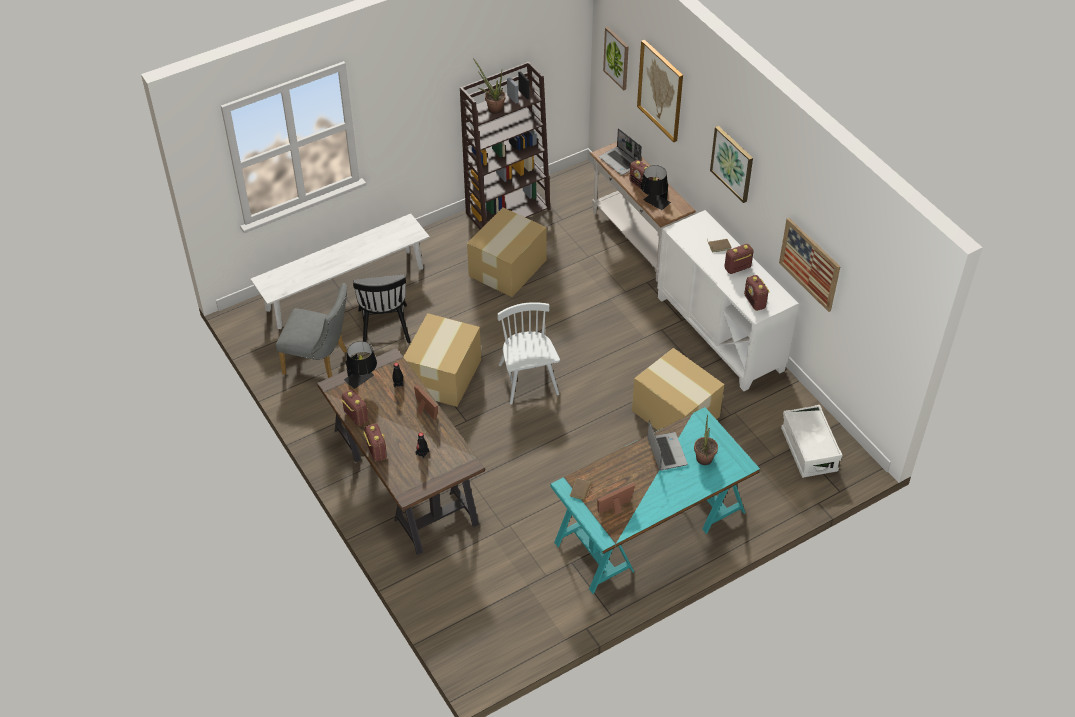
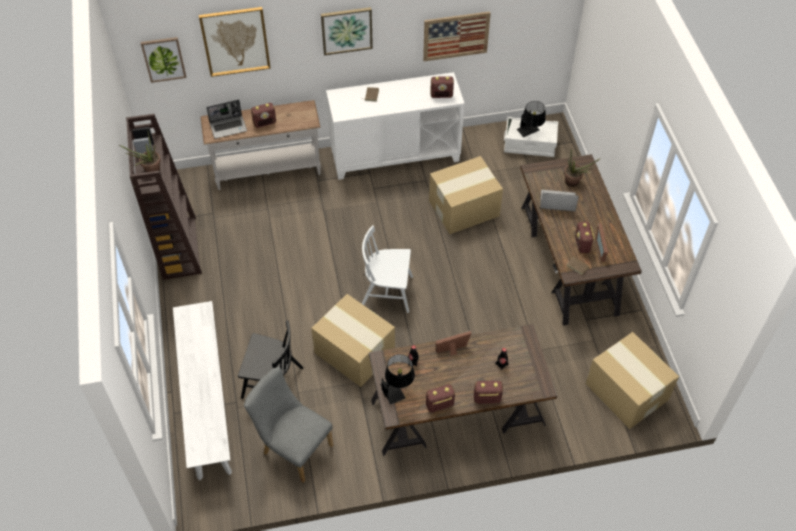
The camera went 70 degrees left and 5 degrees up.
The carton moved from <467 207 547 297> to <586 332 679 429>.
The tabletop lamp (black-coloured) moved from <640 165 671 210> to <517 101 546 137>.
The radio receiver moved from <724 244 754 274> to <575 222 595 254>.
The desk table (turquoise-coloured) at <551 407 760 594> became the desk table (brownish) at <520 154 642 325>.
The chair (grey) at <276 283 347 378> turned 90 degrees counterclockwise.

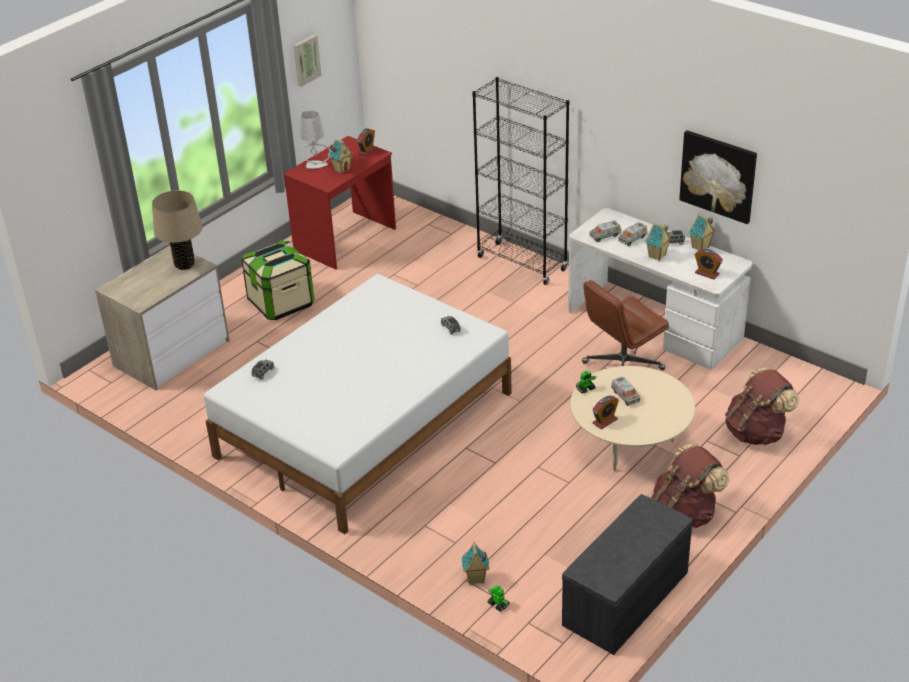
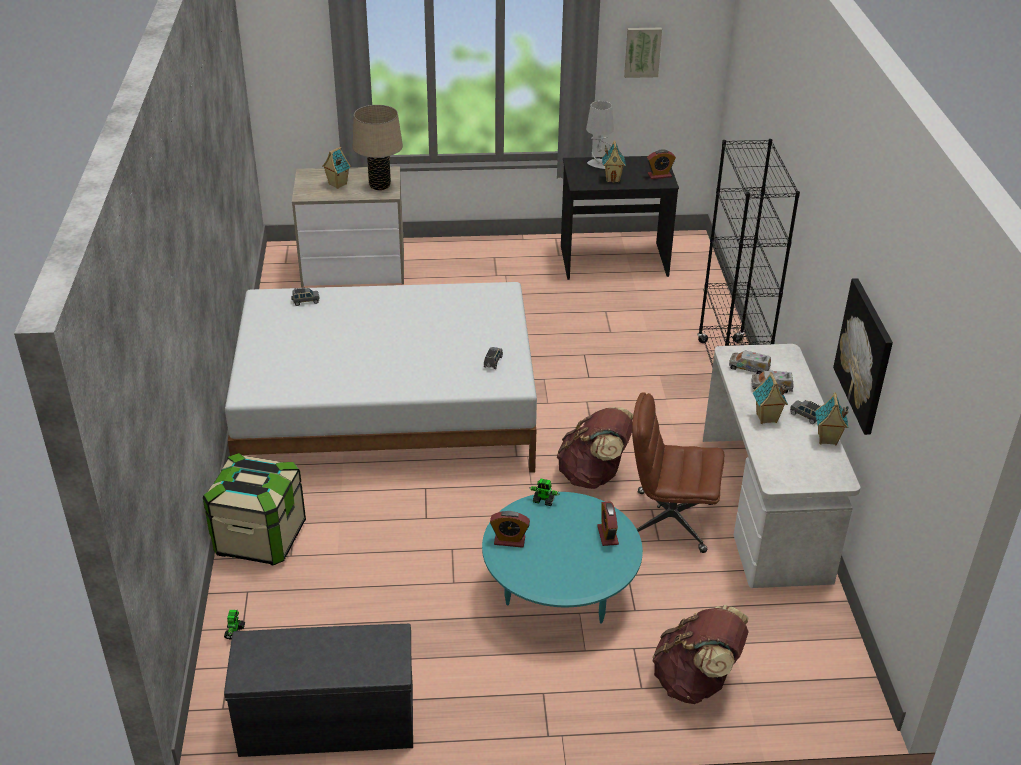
The camera went 45 degrees right and 0 degrees up.
The toy lorry at <611 376 640 406> disappeared.
The storage box moved from <241 240 314 320> to <203 453 306 565>.
The model house moved from <462 541 489 585> to <322 147 351 189>.
The rucksack (brownish) moved from <651 444 730 528> to <557 407 633 489>.
The bedside clock moved from <695 249 723 279> to <597 502 619 546>.
The desk table (red-coloured) at <283 136 396 270> became the desk table (black-coloured) at <561 156 679 280>.
The low table (sand-coloured) at <570 366 695 471> became the low table (turquoise-coloured) at <482 492 643 623>.

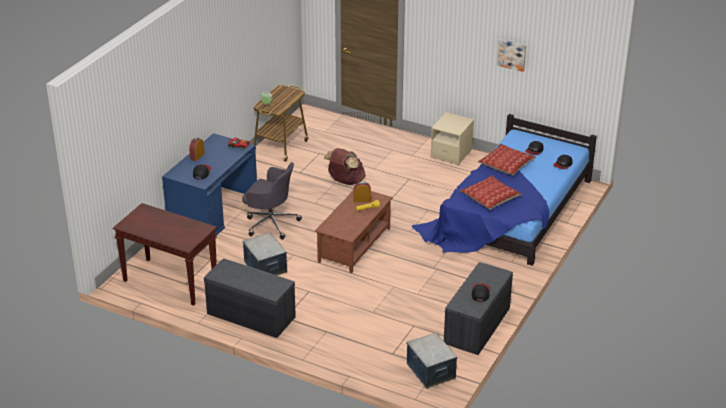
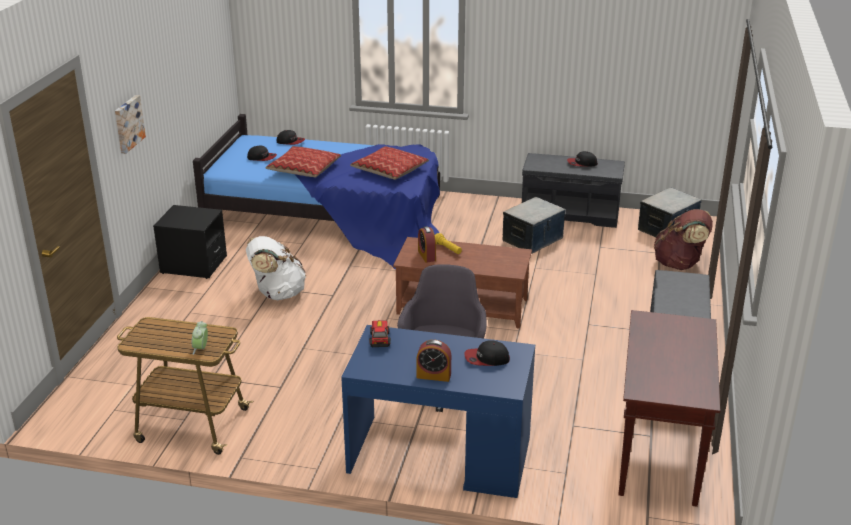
The camera went 105 degrees left and 5 degrees down.
The rucksack (whitish) at <246 236 306 300> appeared.
The storage box moved from <243 233 287 276> to <502 197 566 254>.
The rucksack (brownish) moved from <324 148 366 185> to <654 209 713 270>.
The wall art moved from <497 39 526 72> to <115 95 146 154>.
The bedside table (sand-coloured) at <431 112 474 165> became the bedside table (black-coloured) at <153 205 227 279>.

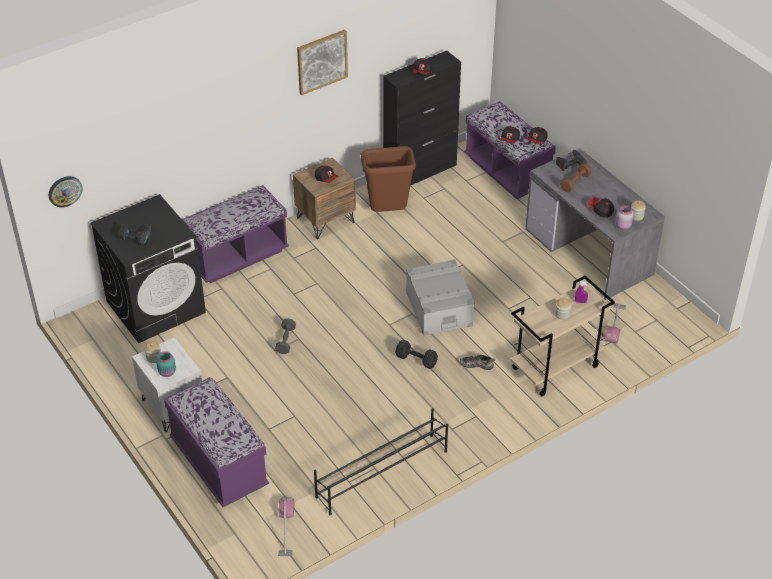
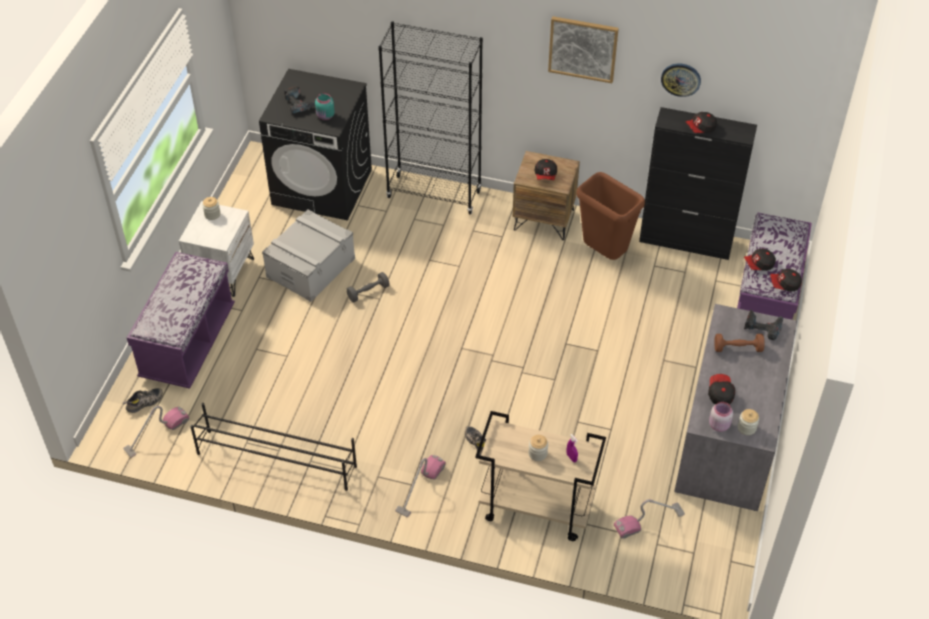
The camera went 50 degrees right and 5 degrees up.
The dumbbell (black-coloured) at <395 339 438 369> disappeared.
The low shoe at <123 388 163 413> appeared.
The hoover at <395 455 446 517> appeared.
The hanging clock moved from <49 176 83 207> to <661 63 701 97>.
The jar (turquoise-coloured) moved from <156 351 176 377> to <315 93 334 120>.
The storage box (grey) moved from <406 259 475 336> to <262 210 355 302>.
The long seat (purple-coloured) at <182 185 289 283> was replaced by the bookshelf (black-coloured) at <378 21 483 214>.

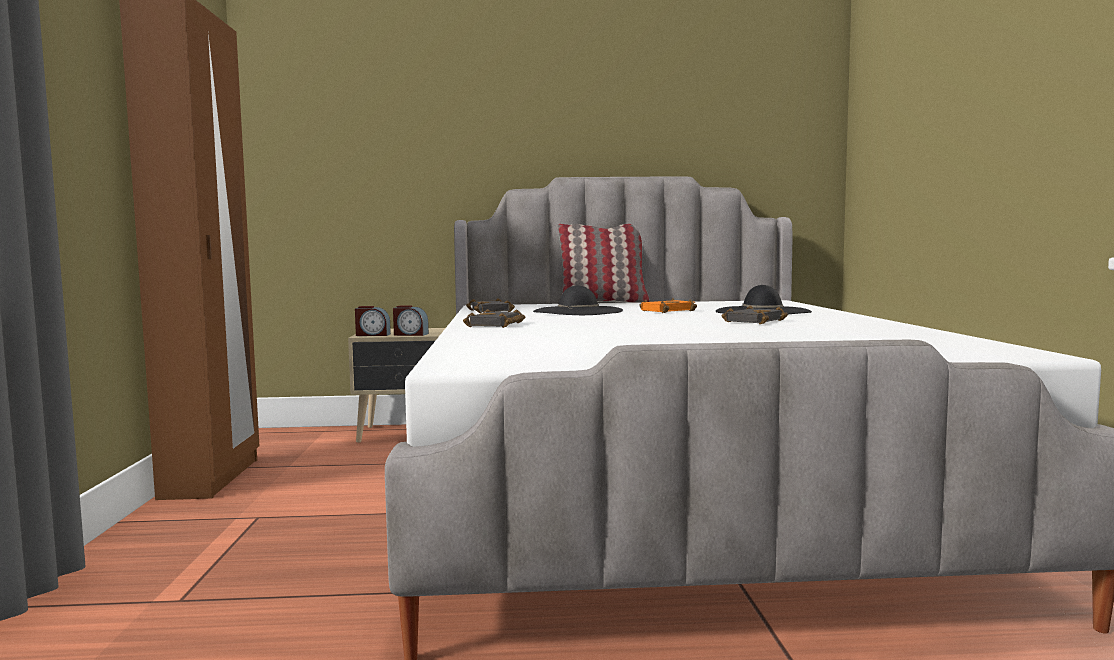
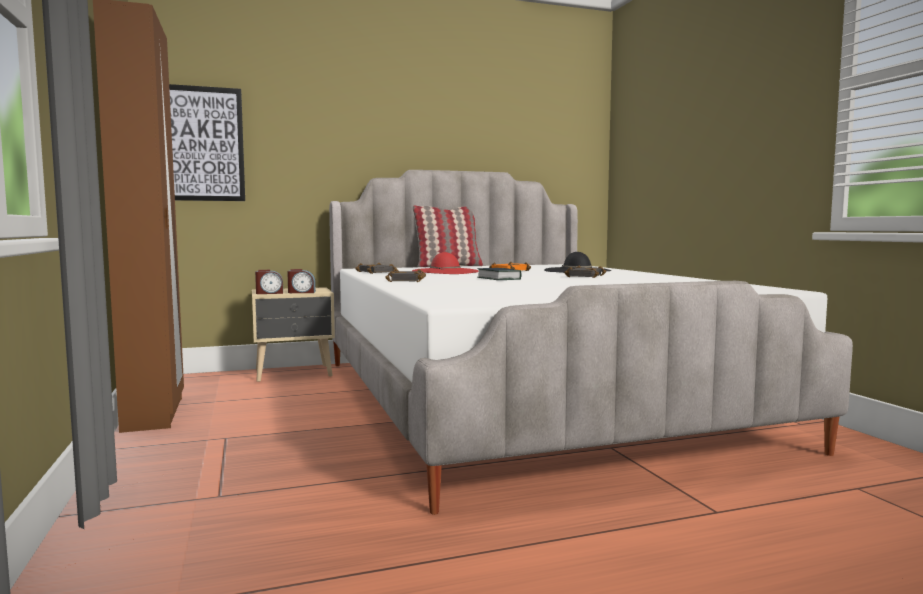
The camera went 15 degrees left and 0 degrees up.
The wall art at <169 84 245 201> appeared.
The volume at <477 268 522 280> appeared.
The clothing hat (black-coloured) at <533 286 623 315> became the clothing hat (red-coloured) at <412 252 479 274>.

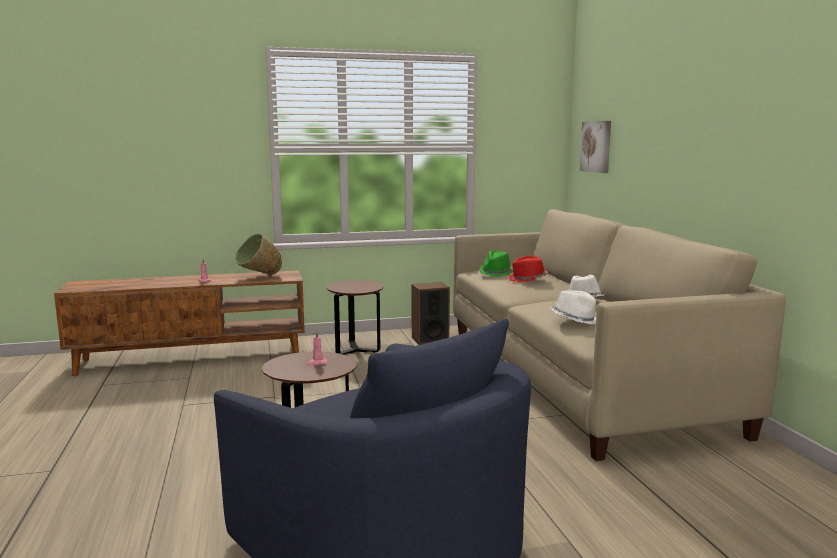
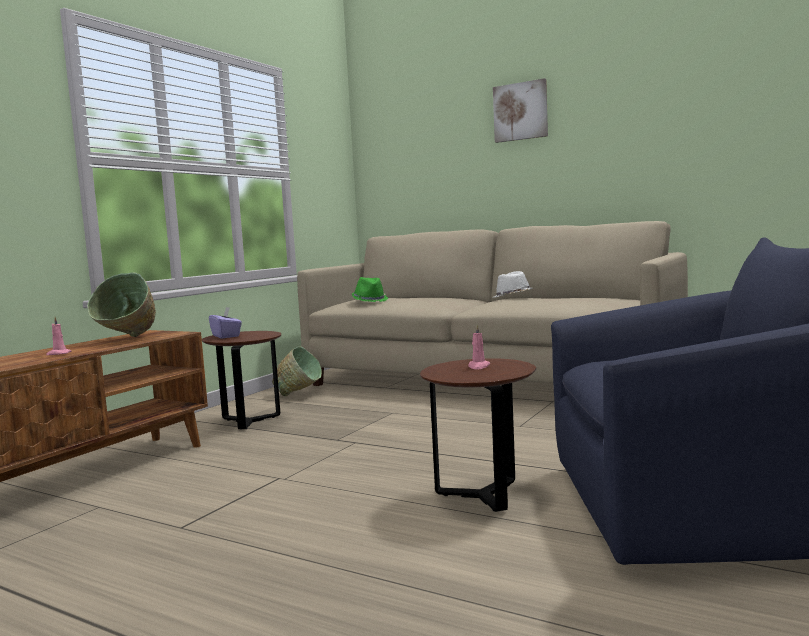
The camera went 45 degrees left and 5 degrees down.
The clothing hat (red-coloured) at <509 256 548 282> disappeared.
The clothing hat (whitish) at <550 290 596 324> disappeared.
The box of tissues (purple-coloured) at <209 307 242 338> appeared.
The wall art moved from <580 121 611 173> to <493 78 548 143>.
The speaker at <412 282 450 345> was replaced by the bowl (green-coloured) at <272 346 322 396>.

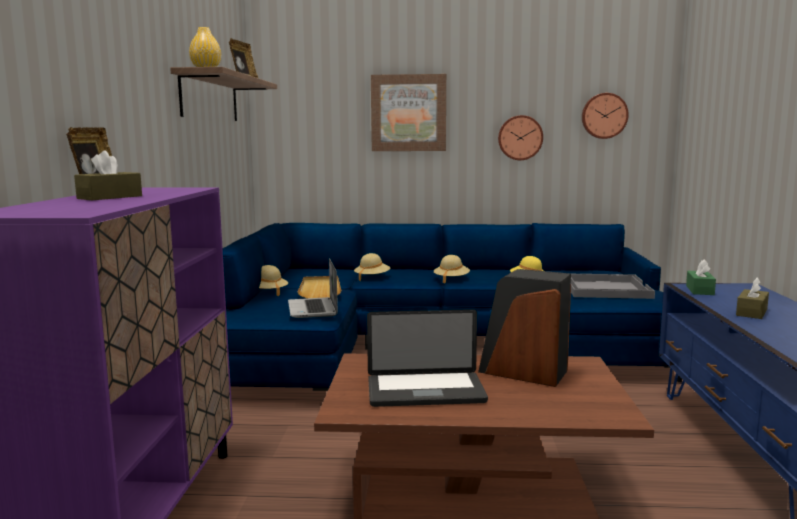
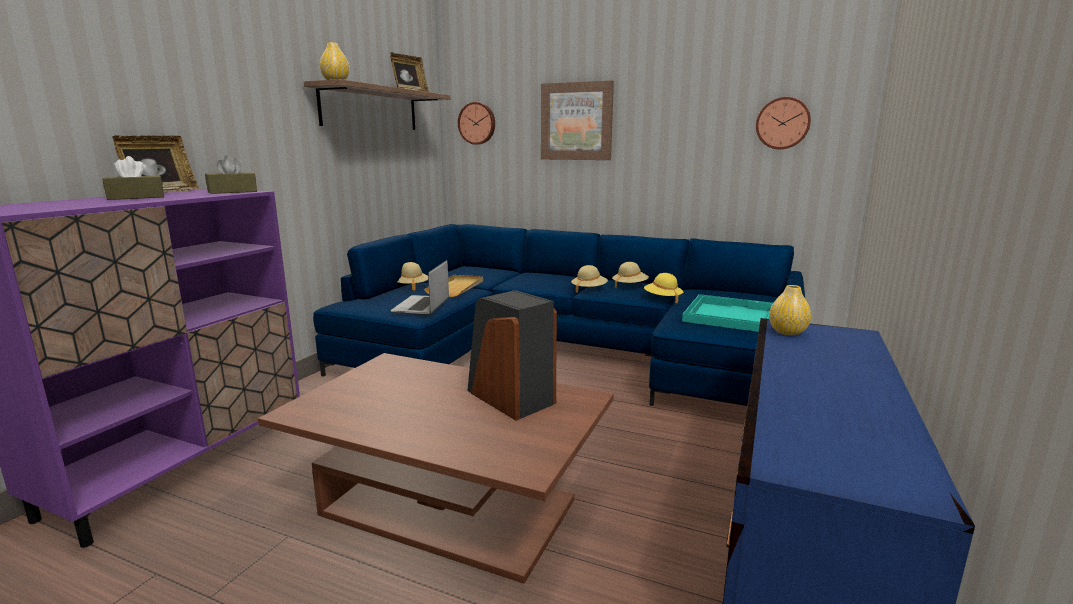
The camera went 20 degrees right and 5 degrees up.
The portable computer at <367 309 488 407> disappeared.
The clothing hat (sand-coloured) moved from <354 253 390 281> to <612 262 649 288>.
The hanging clock moved from <498 115 543 160> to <458 102 495 145>.
The box of tissues (brownish) moved from <736 277 769 319> to <205 155 257 194>.
The box of tissues (green-coloured) at <686 259 716 295> was replaced by the flower vase (yellow-coloured) at <769 285 811 336>.
The tray (grey) at <571 274 655 299> became the tray (turquoise-coloured) at <682 294 773 332>.

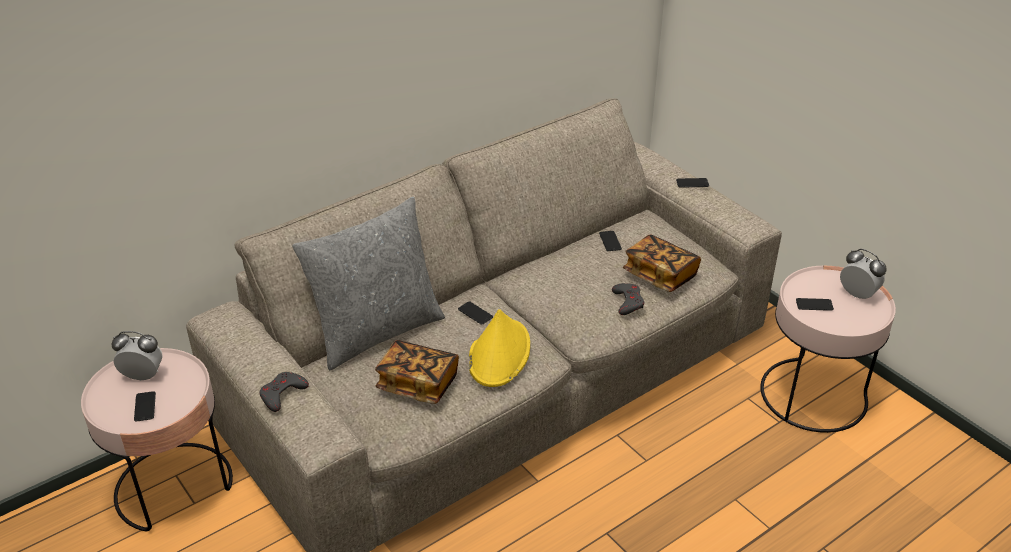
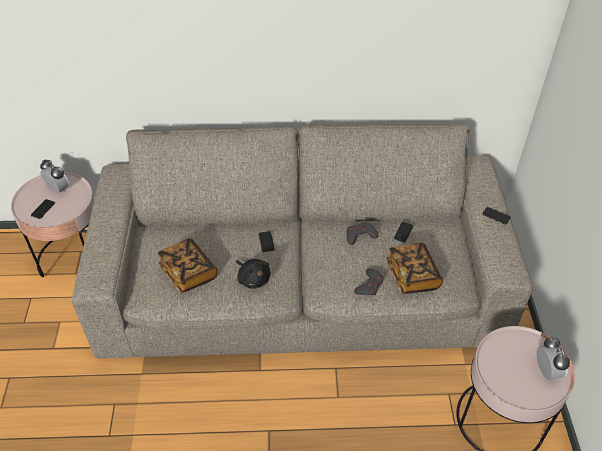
The camera went 35 degrees right and 10 degrees up.
The cushion (grey) at <292 197 445 370> disappeared.
The phone at <796 298 834 311> disappeared.
The game controller (grey) moved from <259 372 309 412> to <346 222 378 245>.
The clothing hat (yellow-coloured) at <469 309 530 387> was replaced by the plush toy (black-coloured) at <236 259 271 289>.

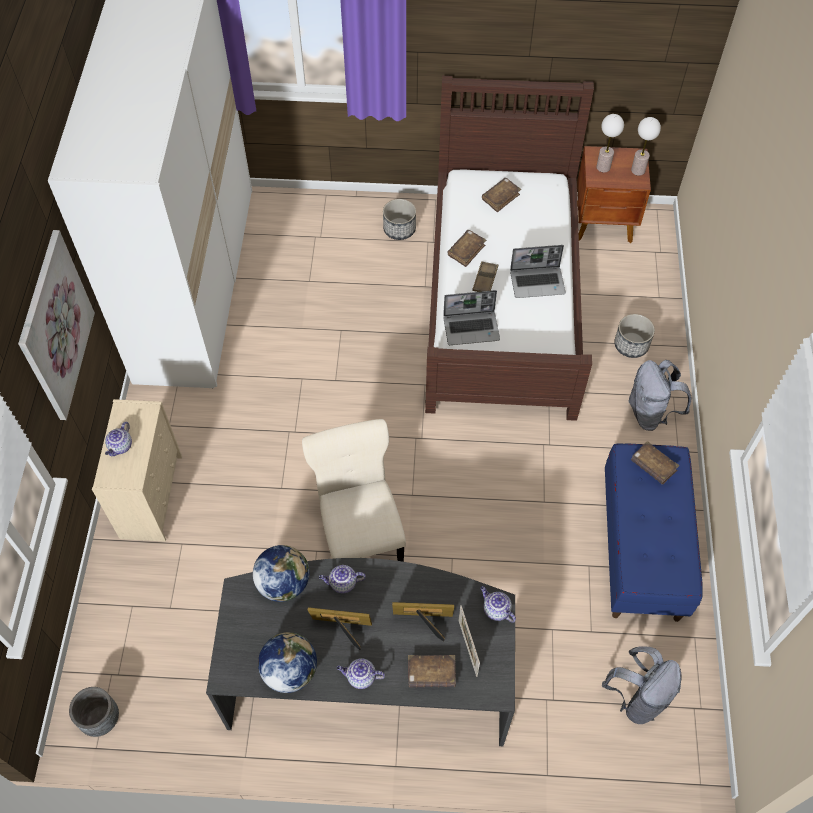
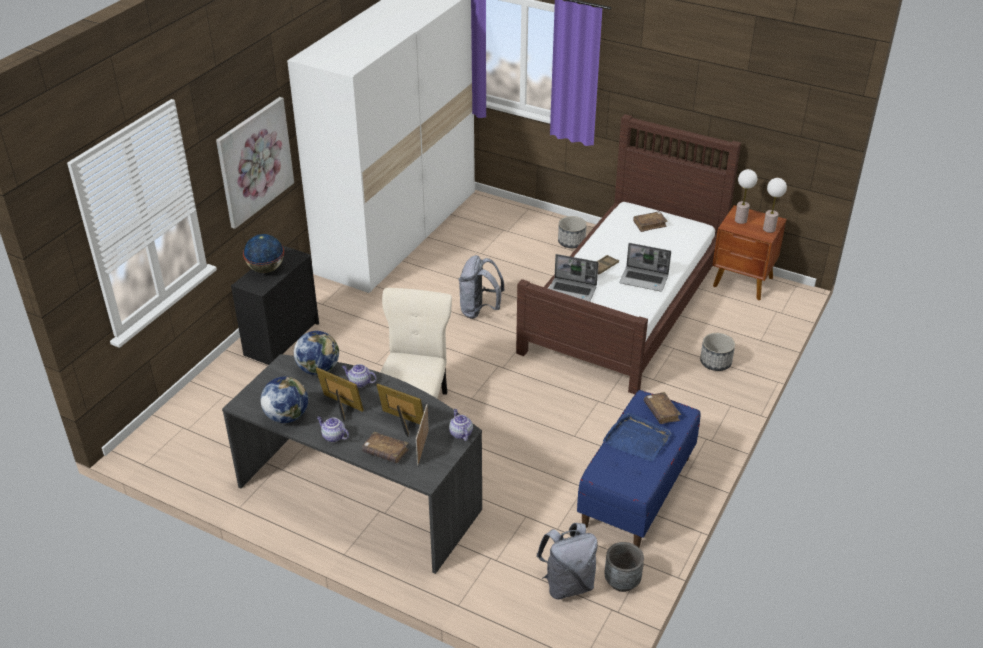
The camera went 25 degrees right and 20 degrees down.
The volume (brownish) at <447 230 486 267> disappeared.
The tray (blue) at <603 413 672 461> appeared.
The plant pot (grey) moved from <69 687 119 737> to <604 542 644 592>.
The rucksack (grey) moved from <628 360 691 431> to <458 255 505 319>.
The pot for tea at <105 422 132 456> was replaced by the globe at <243 234 284 273>.
The drawer chest (sand-coloured) at <92 399 182 542> became the drawer chest (black-coloured) at <231 245 319 365>.

